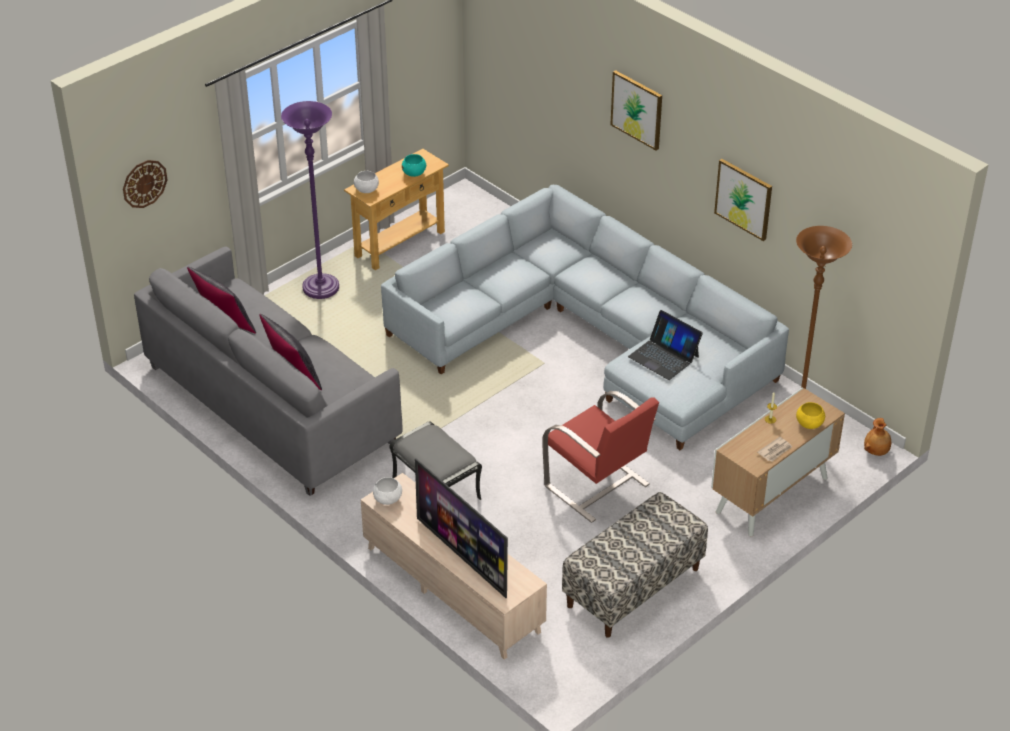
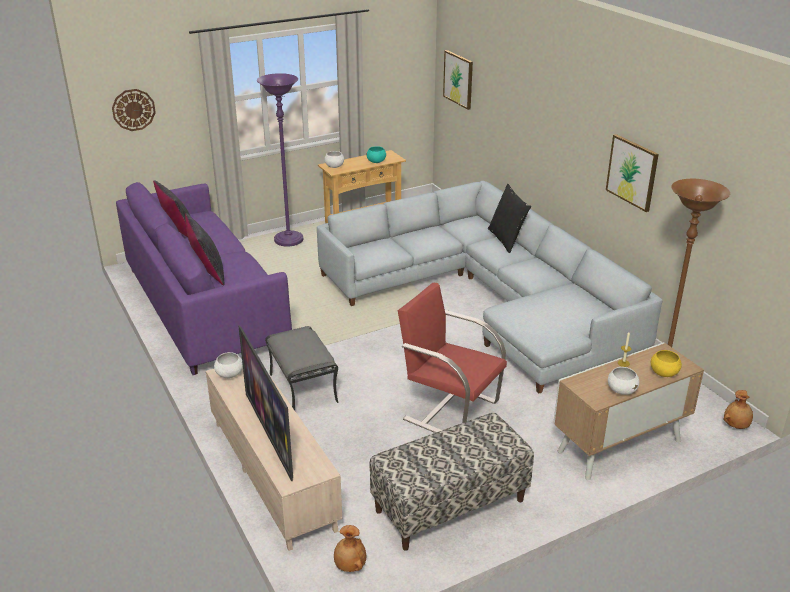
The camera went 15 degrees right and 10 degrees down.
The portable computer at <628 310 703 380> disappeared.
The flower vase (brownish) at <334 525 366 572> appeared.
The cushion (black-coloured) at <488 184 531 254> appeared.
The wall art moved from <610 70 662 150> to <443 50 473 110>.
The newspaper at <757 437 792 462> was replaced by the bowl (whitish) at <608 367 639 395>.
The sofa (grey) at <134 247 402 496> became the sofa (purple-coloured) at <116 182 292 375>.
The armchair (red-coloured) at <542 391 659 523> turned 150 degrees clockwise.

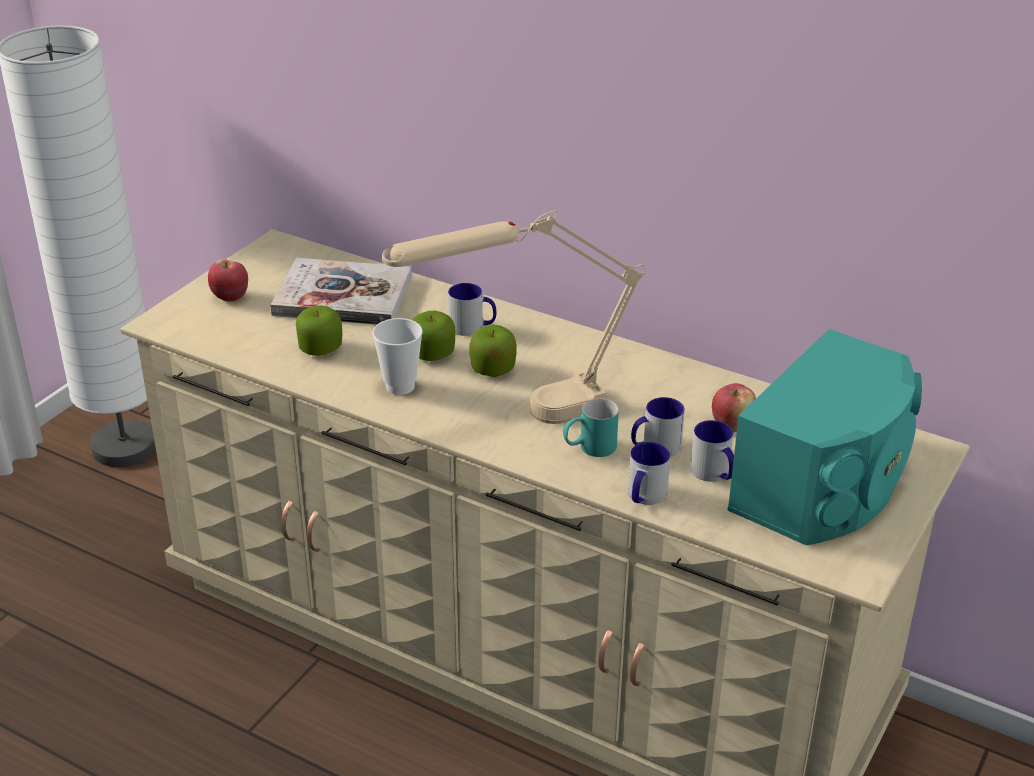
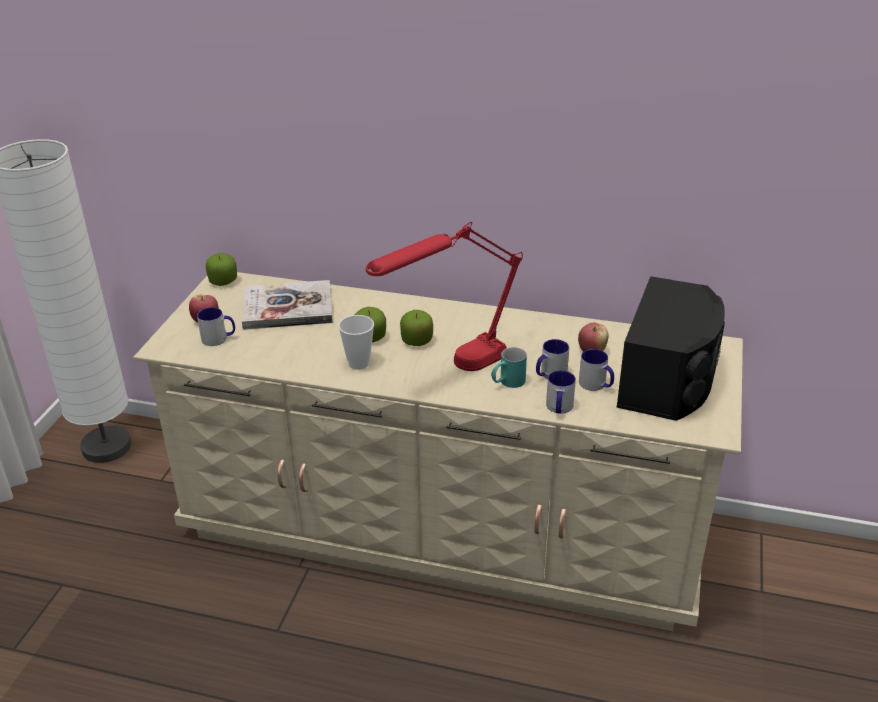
The camera went 15 degrees left and 0 degrees up.
The apple fruit moved from <296 305 342 356> to <206 253 237 286>.
The tea mug moved from <448 283 496 336> to <197 307 235 346>.
The tabletop lamp (sand-coloured) at <382 211 645 424> became the tabletop lamp (red-coloured) at <366 222 523 371>.
The speaker (turquoise-coloured) at <728 329 922 546> became the speaker (black-coloured) at <617 276 725 421>.

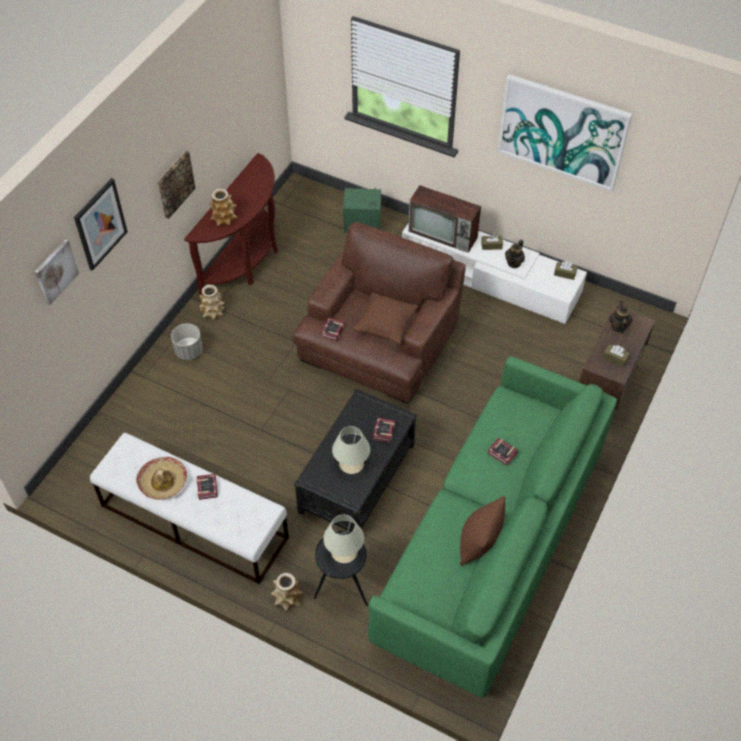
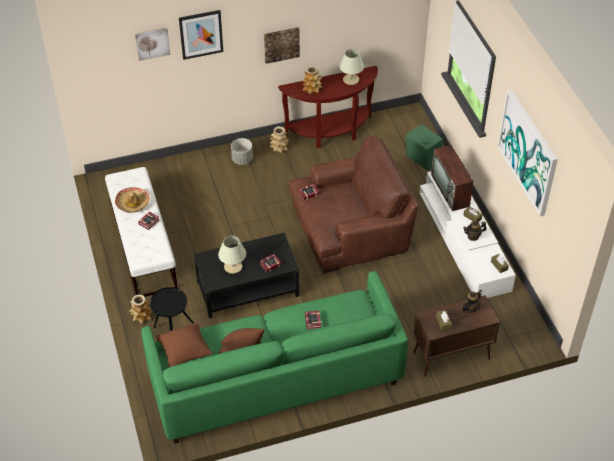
The camera went 45 degrees right and 5 degrees down.
The tabletop lamp (sand-coloured) moved from <323 515 364 563> to <339 49 364 85>.
The cushion (brownish) moved from <353 292 418 344> to <156 322 212 367>.

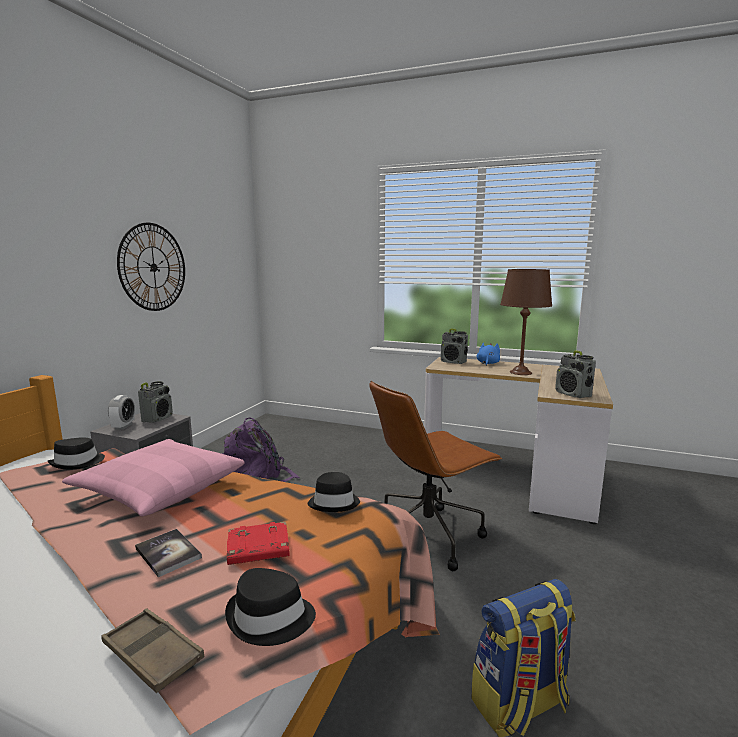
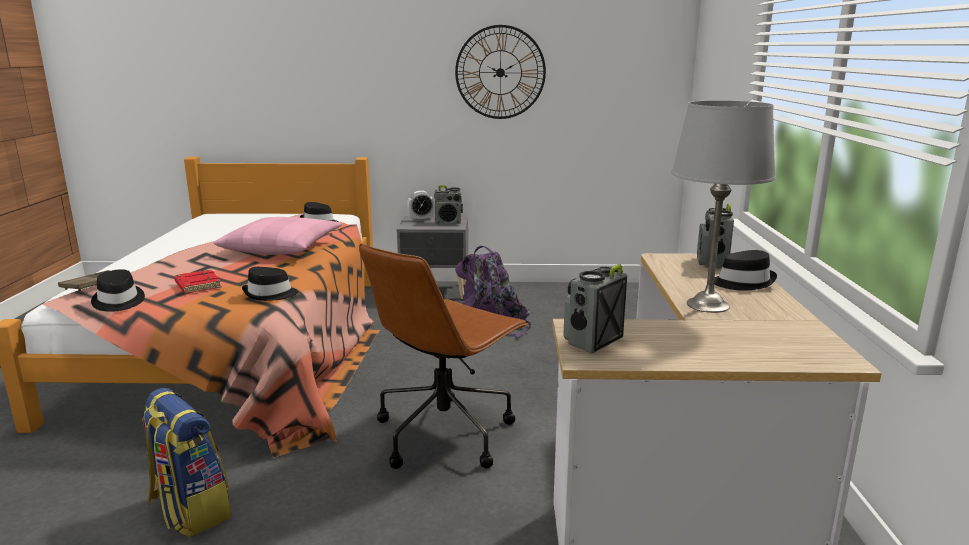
The camera went 70 degrees right and 5 degrees up.
The volume at <135 529 202 577> disappeared.
The plush toy (blue) at <477 343 500 366> was replaced by the clothing hat (black-coloured) at <714 250 777 291>.
The tabletop lamp (brownish) at <500 269 552 375> became the tabletop lamp (grey) at <671 101 776 313>.
The computer chair (brownish) at <369 381 502 571> turned 90 degrees counterclockwise.

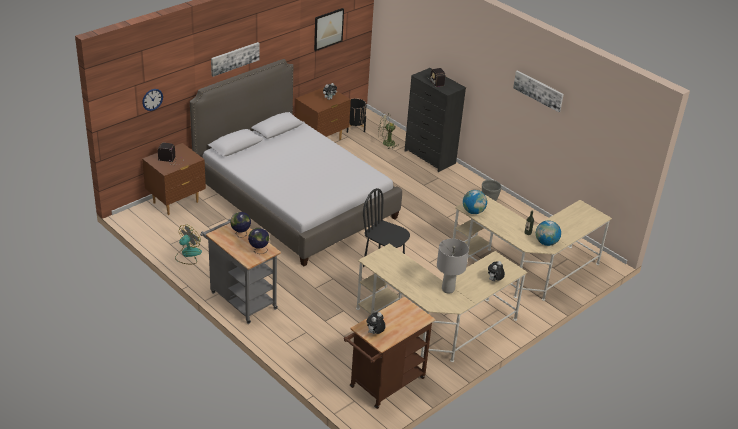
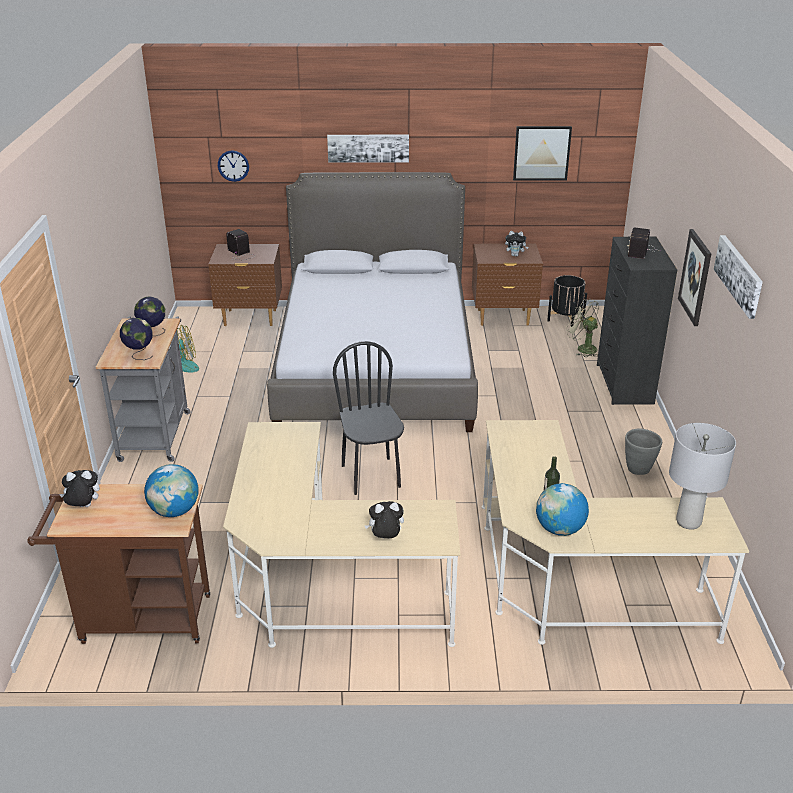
The camera went 45 degrees right and 5 degrees down.
The wall art at <678 229 711 326> appeared.
The tabletop lamp (grey) moved from <437 239 469 294> to <669 423 736 530>.
The globe moved from <463 190 487 214> to <144 464 199 517>.

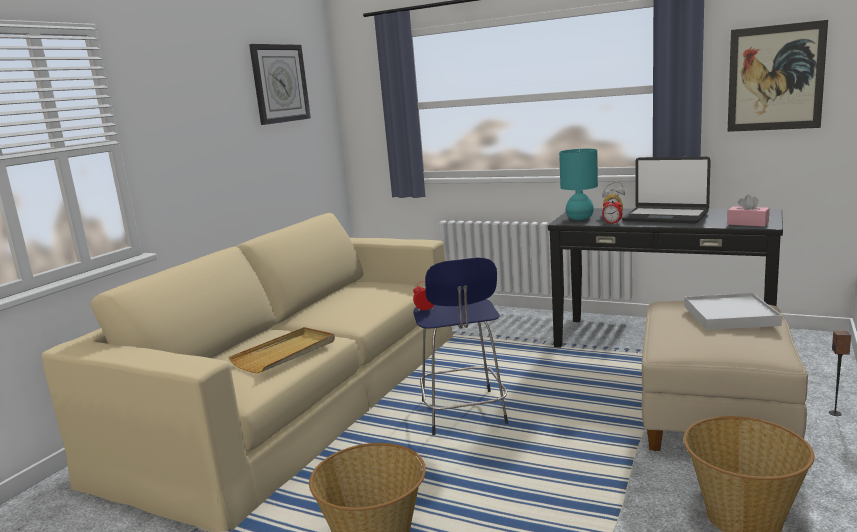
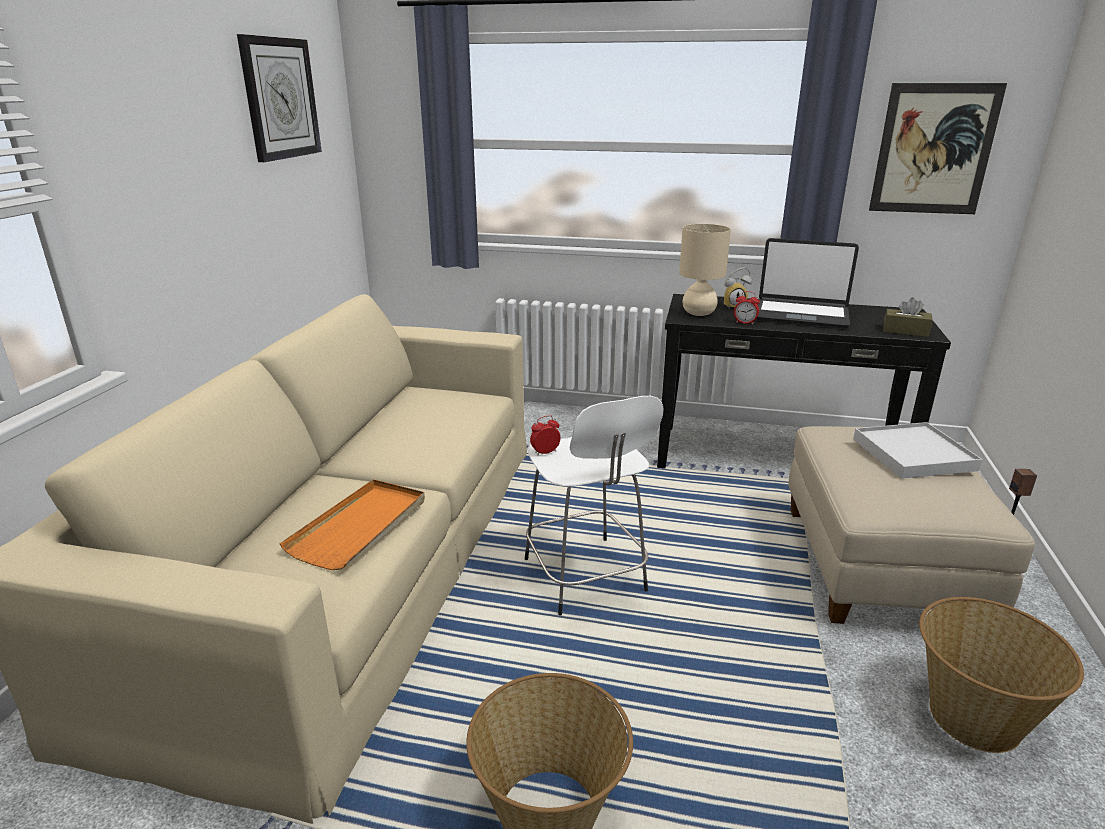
The camera went 15 degrees left and 10 degrees up.
The tray (sand-coloured) at <229 327 335 374> became the tray (orange-coloured) at <279 479 425 570>.
The stool seat (blue) at <413 258 508 435> became the stool seat (whitish) at <525 396 664 616>.
The tabletop lamp (turquoise-coloured) at <559 149 598 220> became the tabletop lamp (sand-coloured) at <679 224 731 316>.
The box of tissues (pinkish) at <727 194 770 227> became the box of tissues (brownish) at <883 297 933 337>.

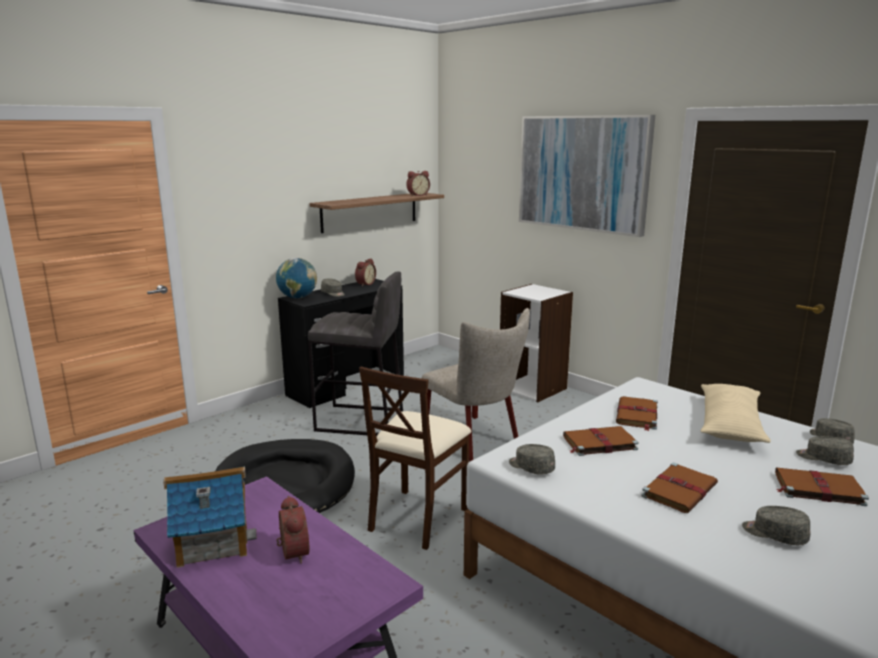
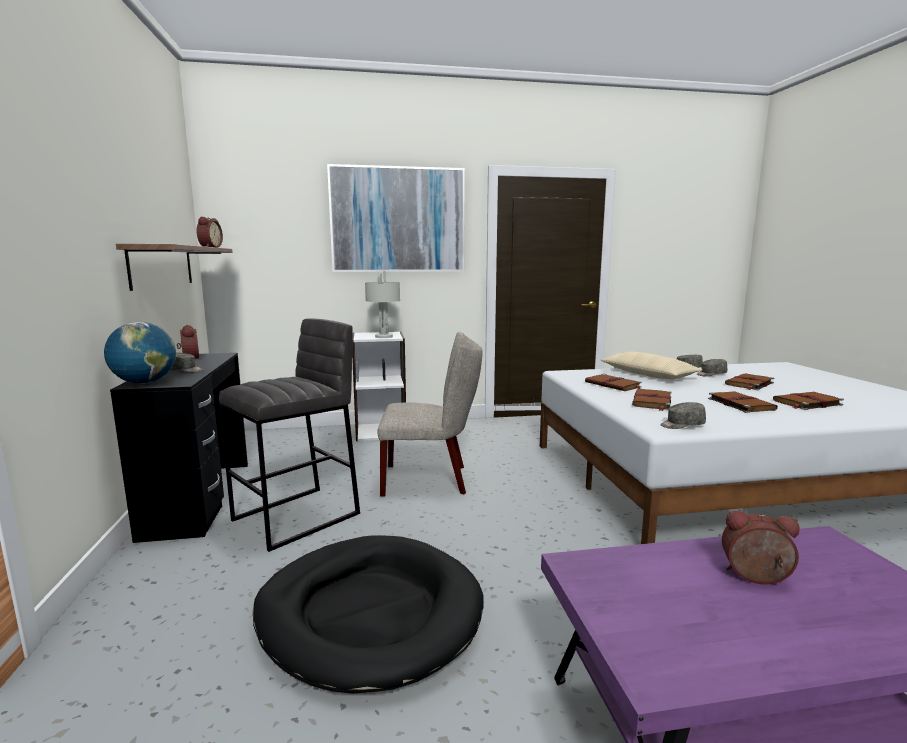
The camera went 55 degrees left and 5 degrees down.
The model house at <163 466 257 568> disappeared.
The chair (sand-coloured) at <359 366 471 550> disappeared.
The tabletop lamp (grey) at <365 271 400 338> appeared.
The baseball cap (grey) at <742 506 811 545> was replaced by the volume (brownish) at <773 392 844 410>.

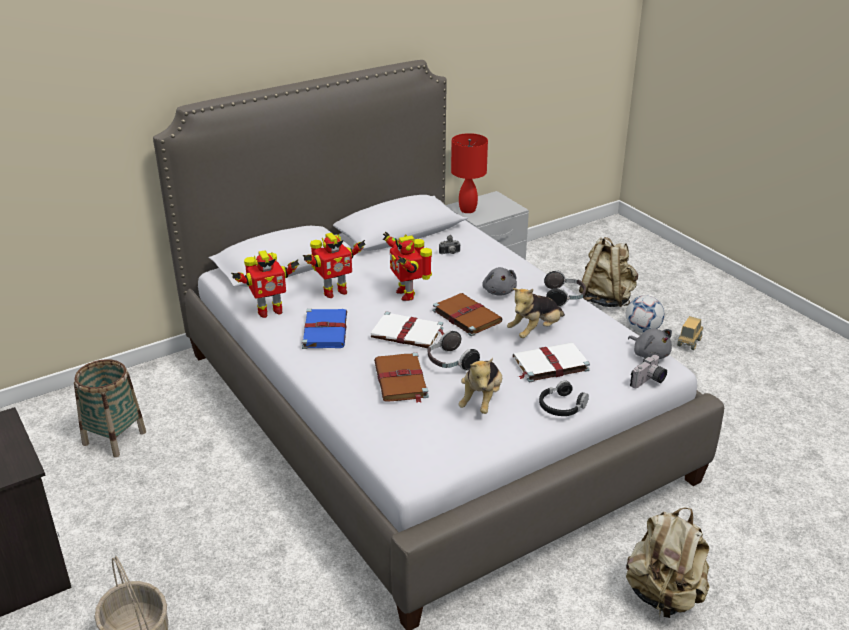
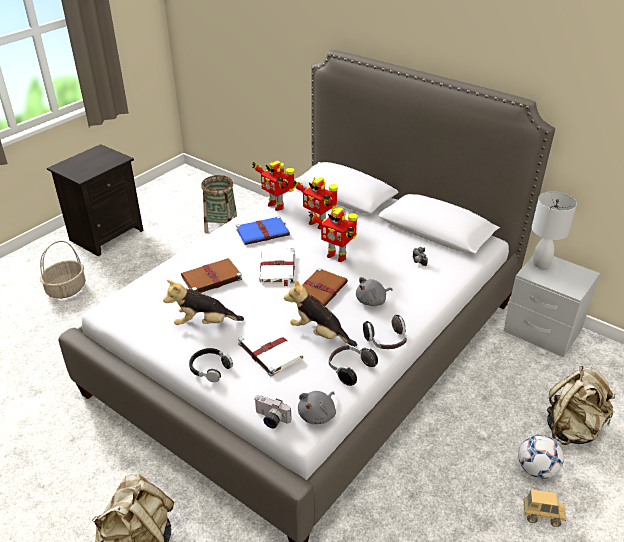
The camera went 70 degrees right and 5 degrees up.
The headphones moved from <428 330 480 371> to <329 345 378 386>.
The tabletop lamp (red-coloured) at <451 133 488 213> became the tabletop lamp (whitish) at <532 191 577 269>.
The model robot at <383 232 432 301> turned 105 degrees counterclockwise.

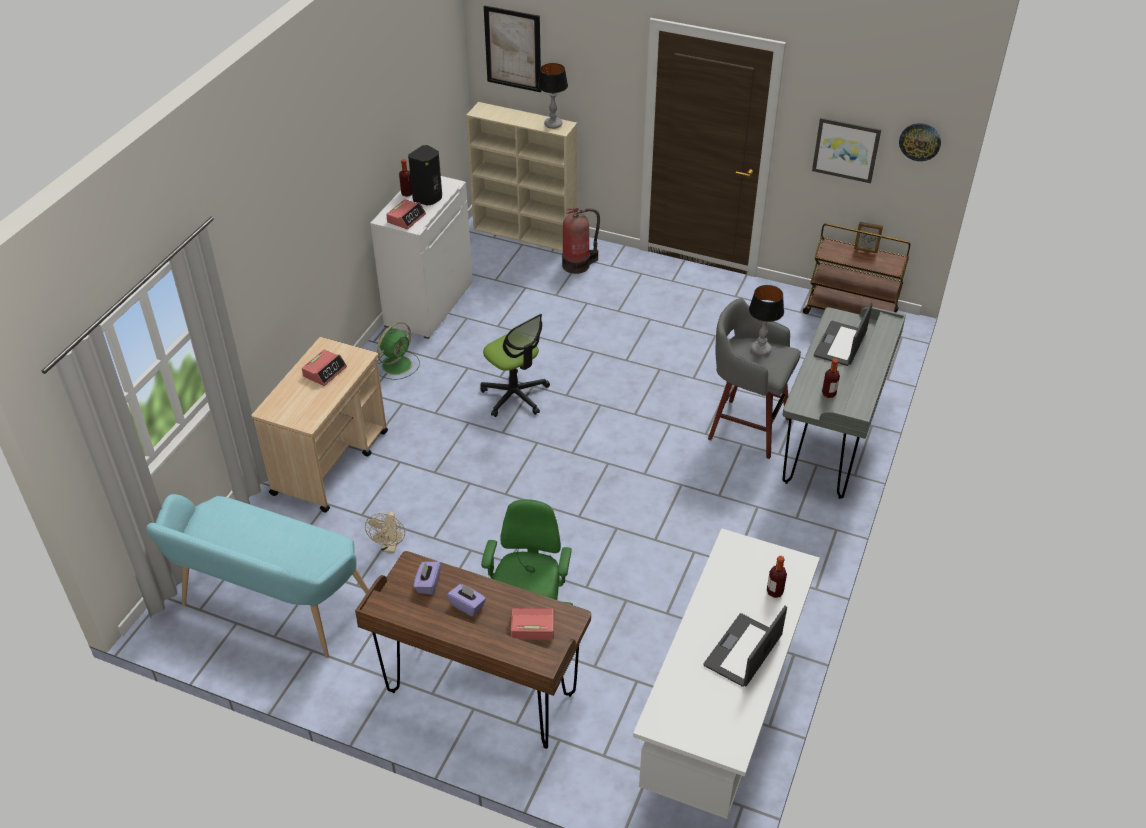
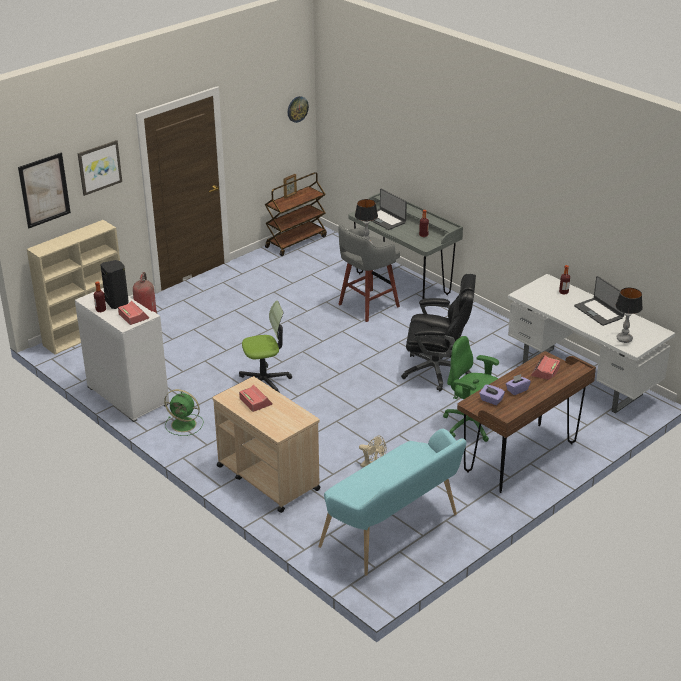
The camera went 65 degrees left and 10 degrees down.
The computer chair (black-coloured) at <401 274 476 391> appeared.
The tabletop lamp moved from <538 63 568 129> to <616 288 643 343>.
The wall art moved from <812 117 881 183> to <78 140 122 196>.
The fan (green-coloured) at <377 322 420 380> turned 135 degrees clockwise.

